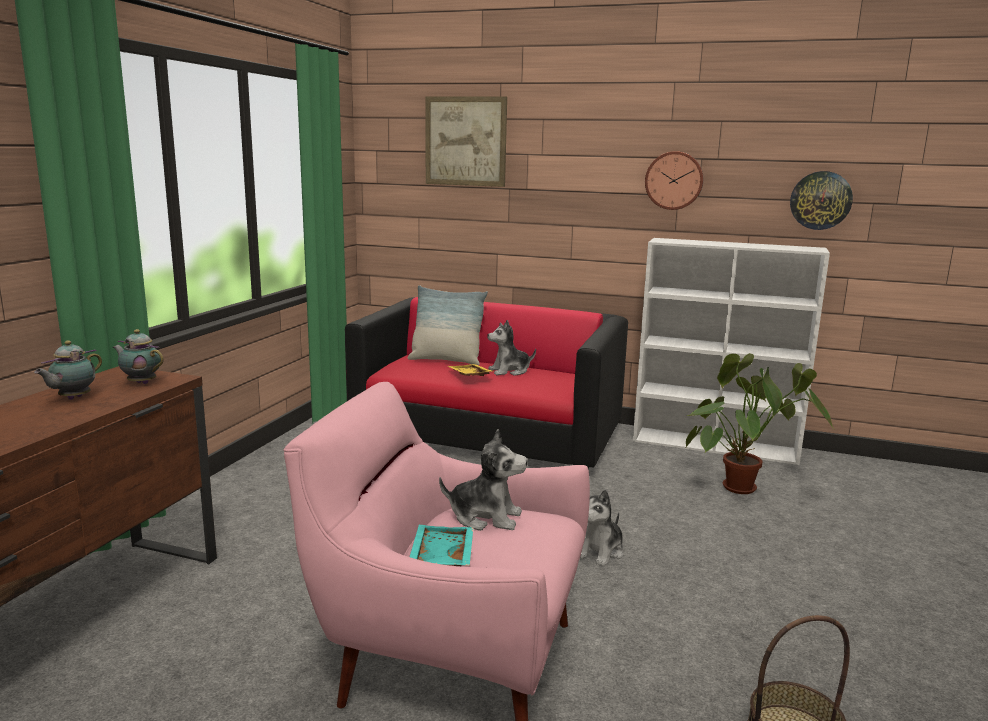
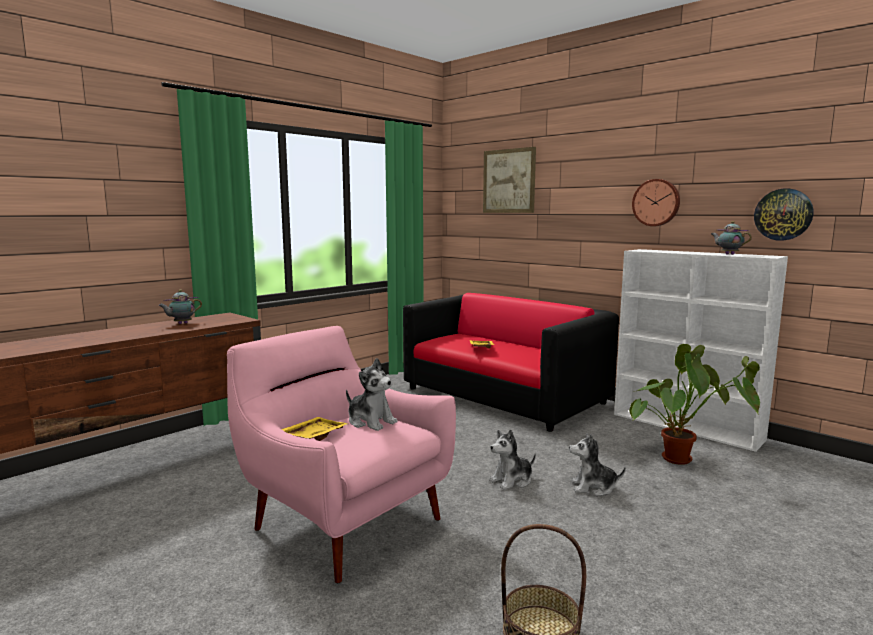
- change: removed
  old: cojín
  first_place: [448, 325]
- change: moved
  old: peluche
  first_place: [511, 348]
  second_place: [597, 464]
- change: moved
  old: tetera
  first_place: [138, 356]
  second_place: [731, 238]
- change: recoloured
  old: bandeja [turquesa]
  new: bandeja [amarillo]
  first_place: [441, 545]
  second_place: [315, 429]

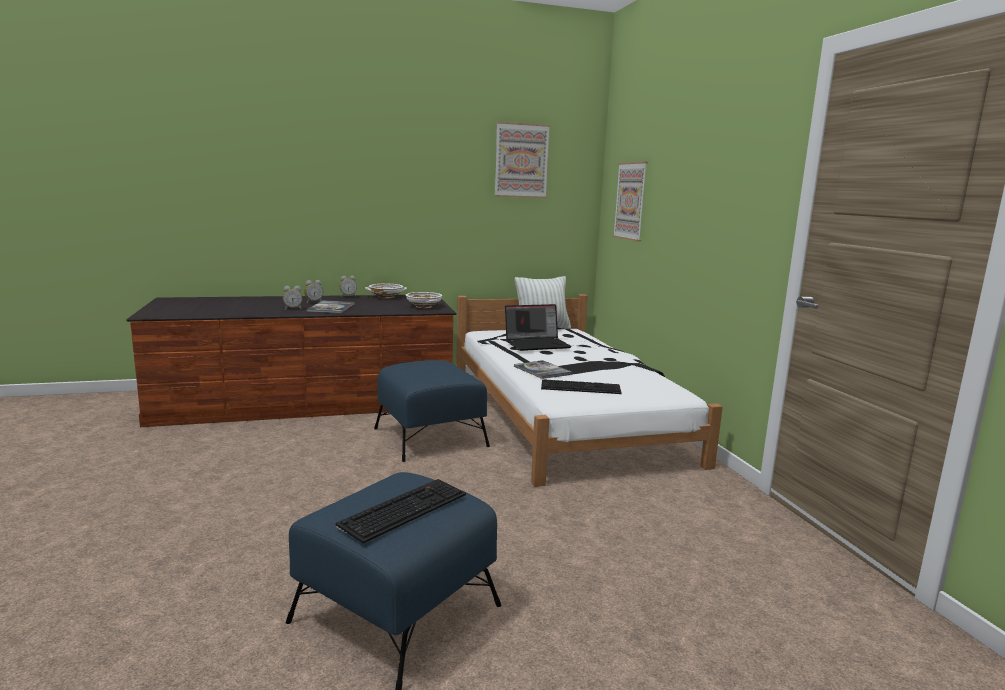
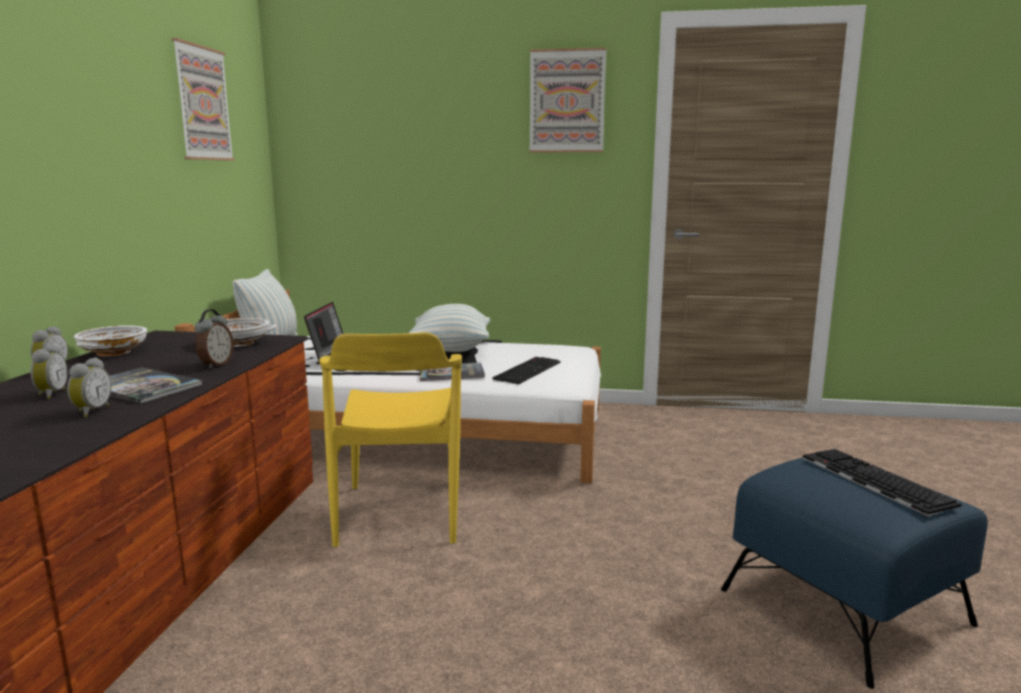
- change: moved
  old: cuadro
  first_place: [630, 201]
  second_place: [568, 100]
- change: replaced
  old: puf [azul]
  new: silla [amarillo]
  first_place: [432, 411]
  second_place: [390, 439]
- change: added
  new: cojín
  second_place: [449, 328]
- change: added
  new: despertador
  second_place: [214, 339]

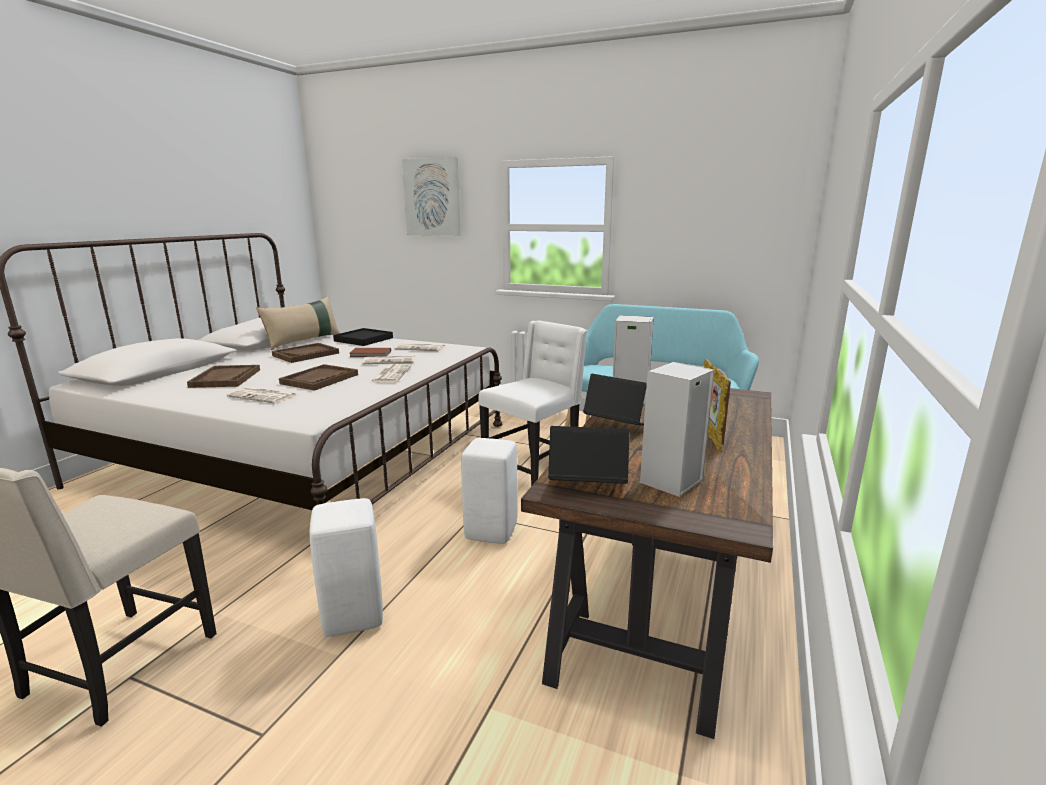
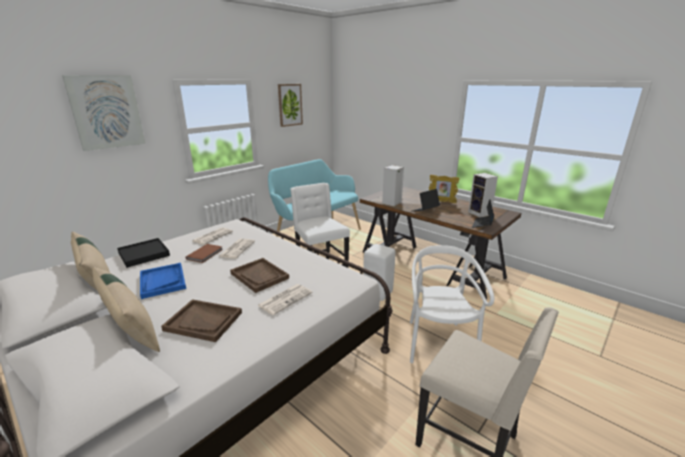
- change: recoloured
  old: bandeja [marrón]
  new: bandeja [azul]
  first_place: [305, 353]
  second_place: [163, 281]
- change: removed
  old: periódico
  first_place: [390, 373]
- change: replaced
  old: taburete [blanco]
  new: silla [blanco]
  first_place: [346, 567]
  second_place: [452, 304]
- change: added
  new: cuadro
  second_place: [290, 105]
- change: added
  new: cojín [beis]
  second_place: [126, 309]

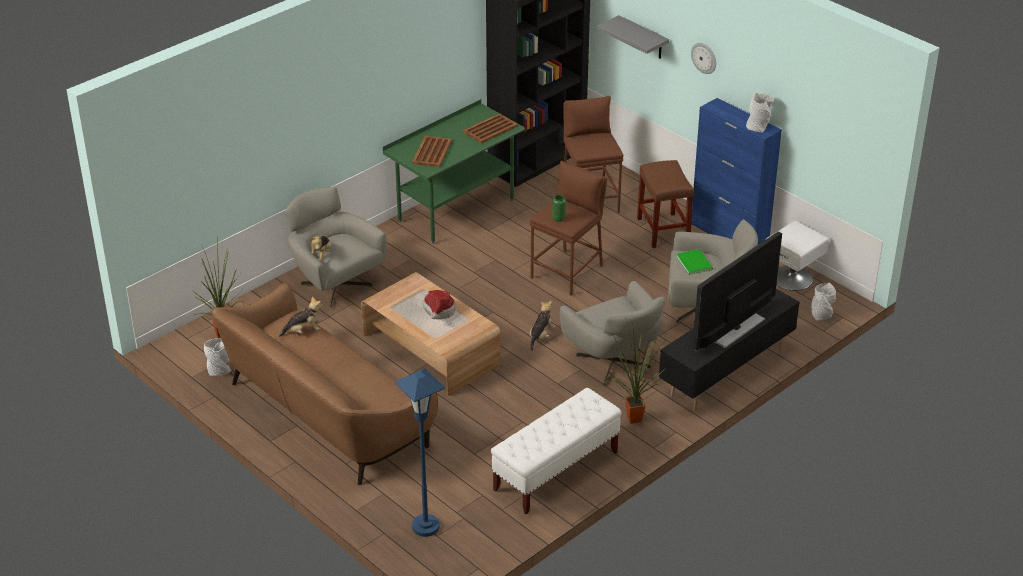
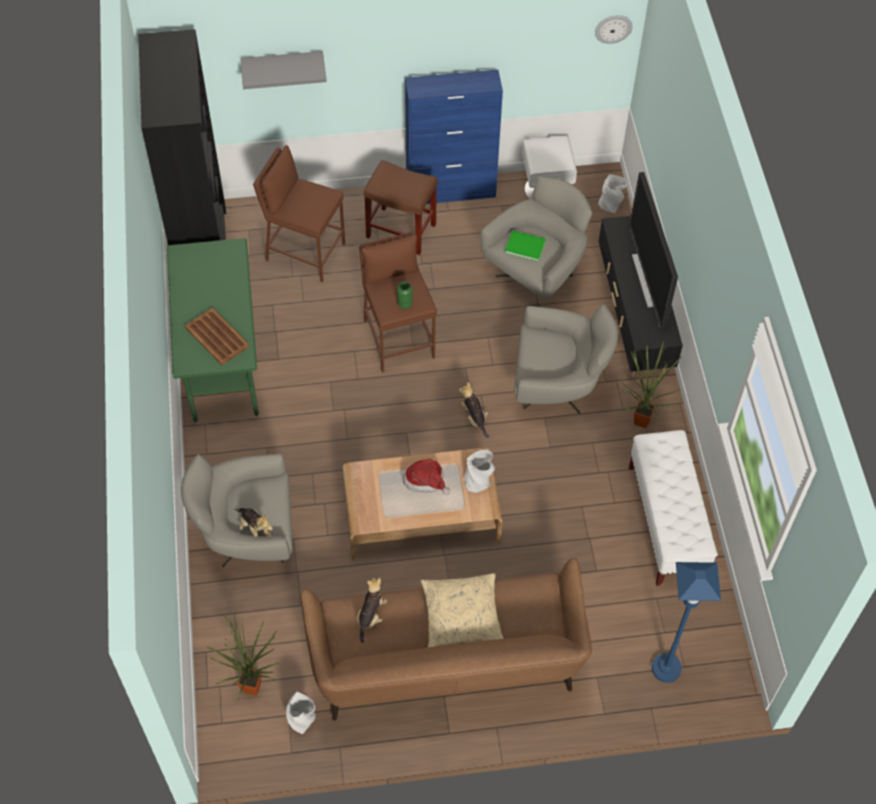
- change: moved
  old: reloj de pared
  first_place: [703, 58]
  second_place: [614, 29]
- change: moved
  old: florero [gris]
  first_place: [760, 113]
  second_place: [480, 471]
- change: removed
  old: bandeja [marrón]
  first_place: [490, 128]
- change: added
  new: cojín [beis]
  second_place: [462, 610]

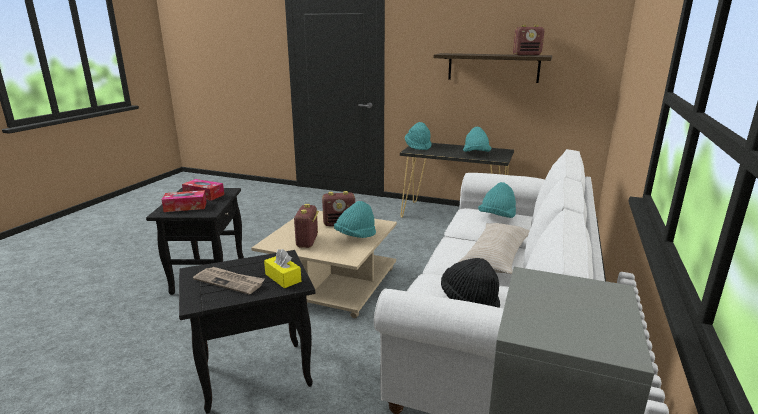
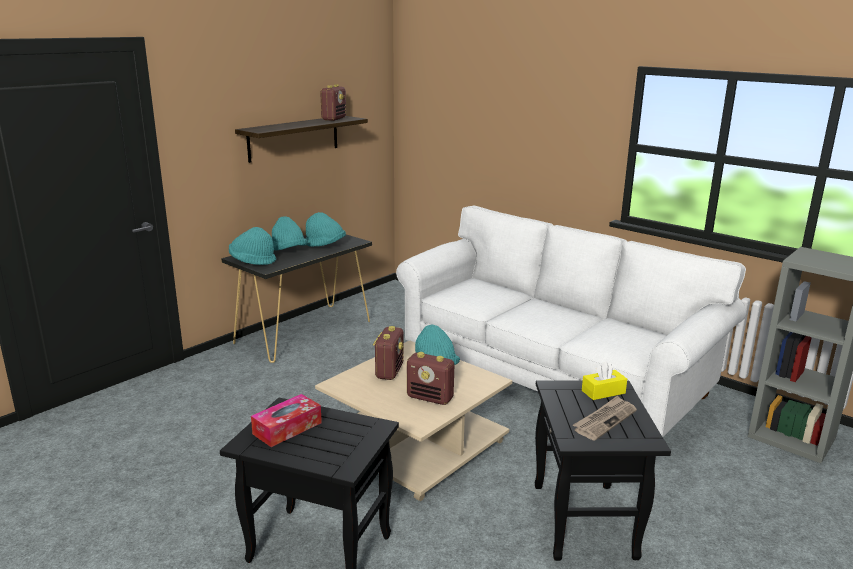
- change: moved
  old: sombrero [turquesa]
  first_place: [497, 200]
  second_place: [290, 233]
- change: removed
  old: caja de pañuelos
  first_place: [184, 201]
- change: removed
  old: cojín [beis]
  first_place: [494, 248]
- change: removed
  old: sombrero [negro]
  first_place: [470, 283]

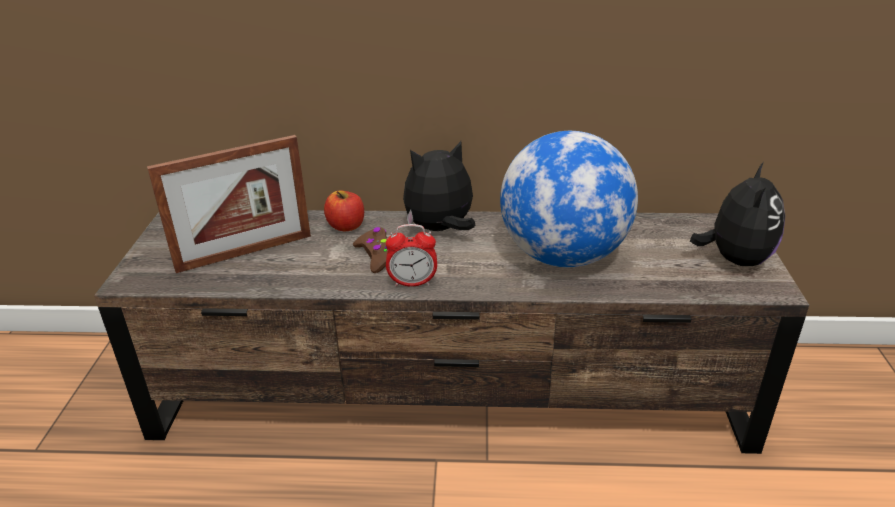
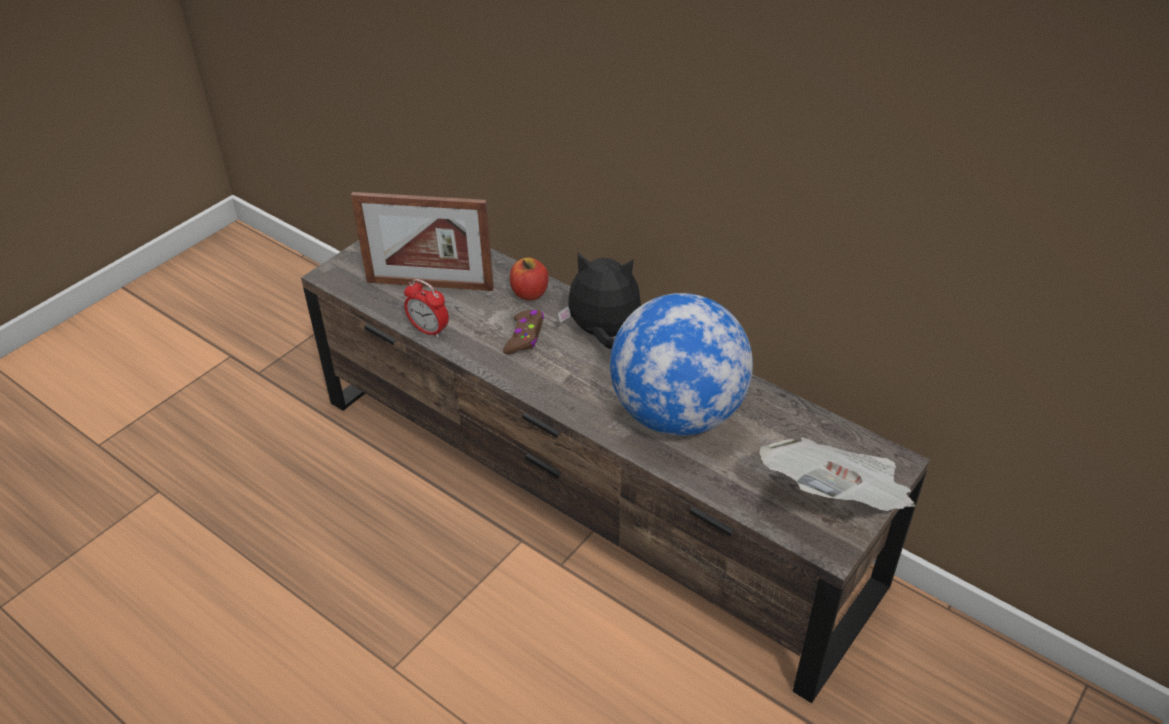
- change: replaced
  old: peluche
  new: periódico
  first_place: [737, 214]
  second_place: [837, 474]
- change: moved
  old: despertador
  first_place: [411, 255]
  second_place: [426, 308]

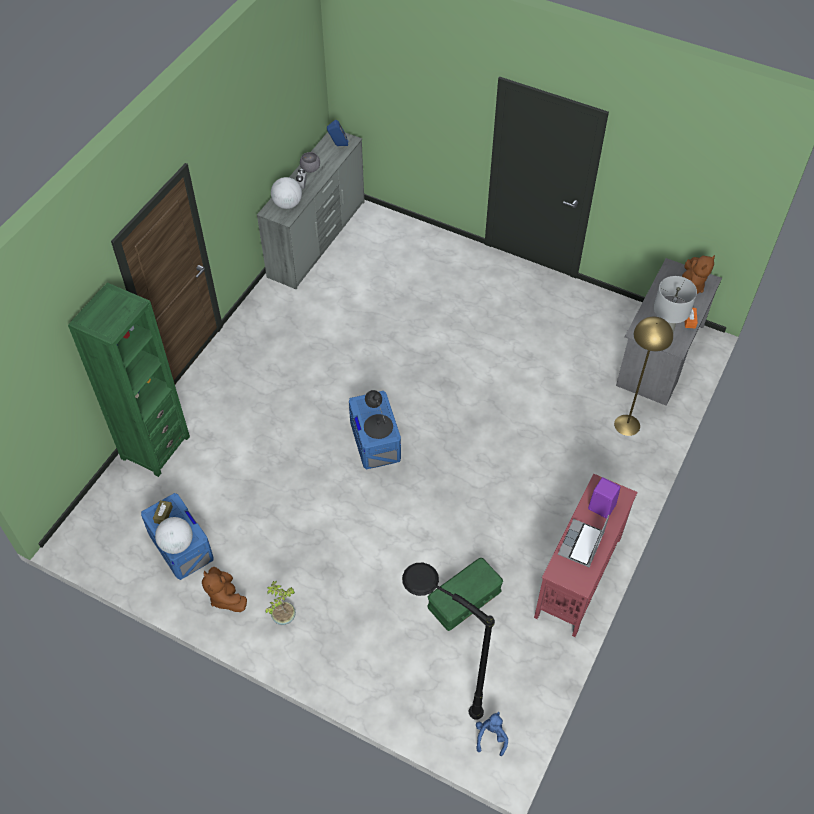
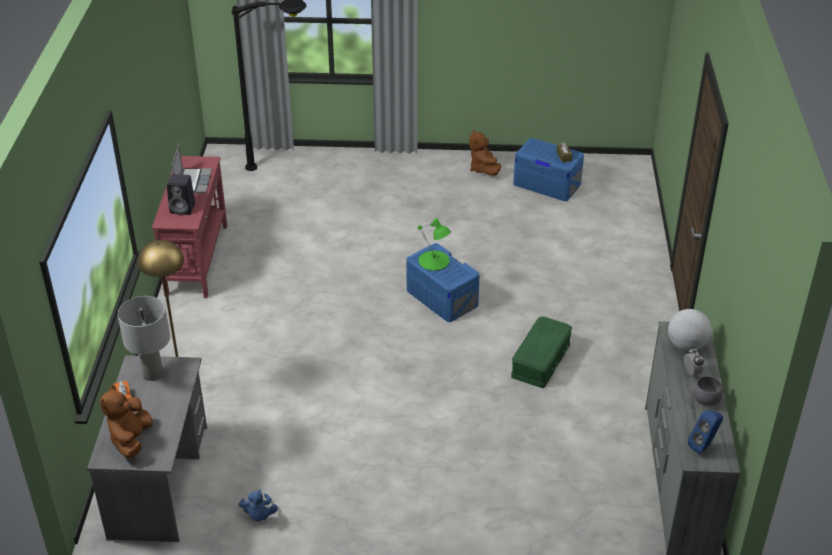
- change: removed
  old: estantería [verde]
  first_place: [129, 380]
- change: recoloured
  old: lámpara de mesa [negro]
  new: lámpara de mesa [verde]
  first_place: [378, 414]
  second_place: [434, 244]
- change: recoloured
  old: altavoz [morado]
  new: altavoz [negro]
  first_place: [604, 498]
  second_place: [181, 194]
- change: removed
  old: globo terráqueo
  first_place: [174, 535]
- change: moved
  old: caja de almacenaje [verde]
  first_place: [465, 594]
  second_place: [541, 352]
- change: turned
  old: peluche [marrón]
  first_place: [224, 589]
  second_place: [485, 153]
  degrees: -135
- change: removed
  old: planta en maceta
  first_place: [280, 603]
- change: moved
  old: peluche [azul]
  first_place: [492, 734]
  second_place: [258, 505]

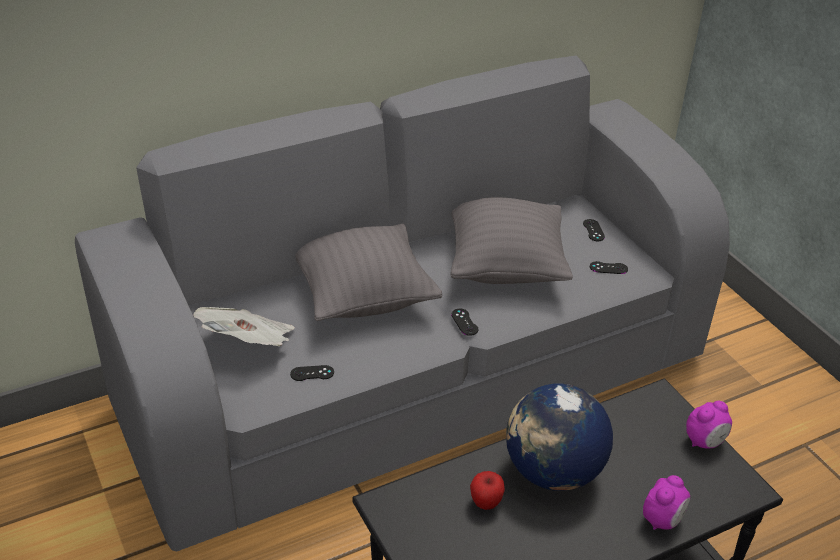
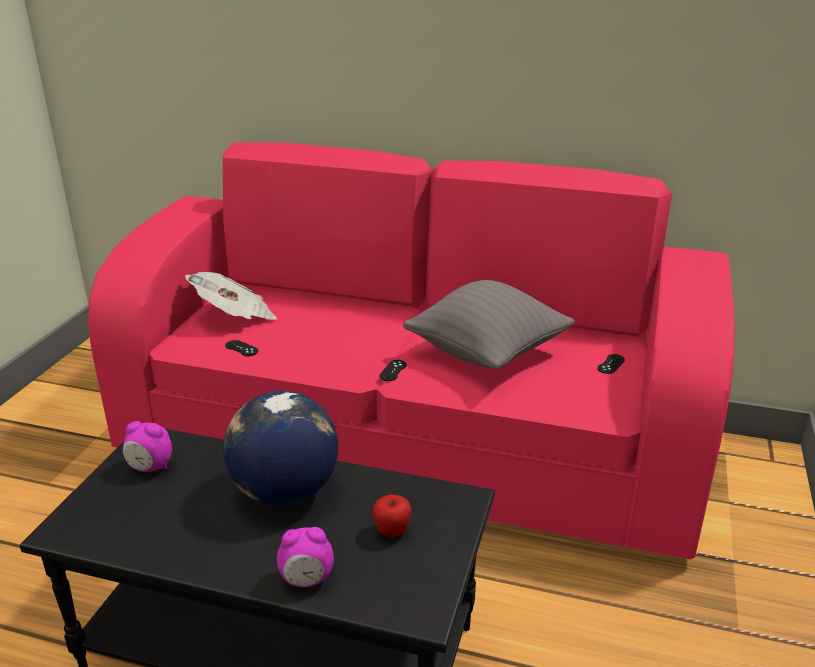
- change: recoloured
  old: sofá [gris]
  new: sofá [rosa]
  first_place: [402, 304]
  second_place: [411, 351]
- change: removed
  old: cojín [gris]
  first_place: [368, 272]
- change: removed
  old: mando de consola [negro]
  first_place: [609, 267]
- change: moved
  old: despertador
  first_place: [709, 425]
  second_place: [147, 446]
- change: moved
  old: manzana
  first_place: [487, 490]
  second_place: [392, 516]

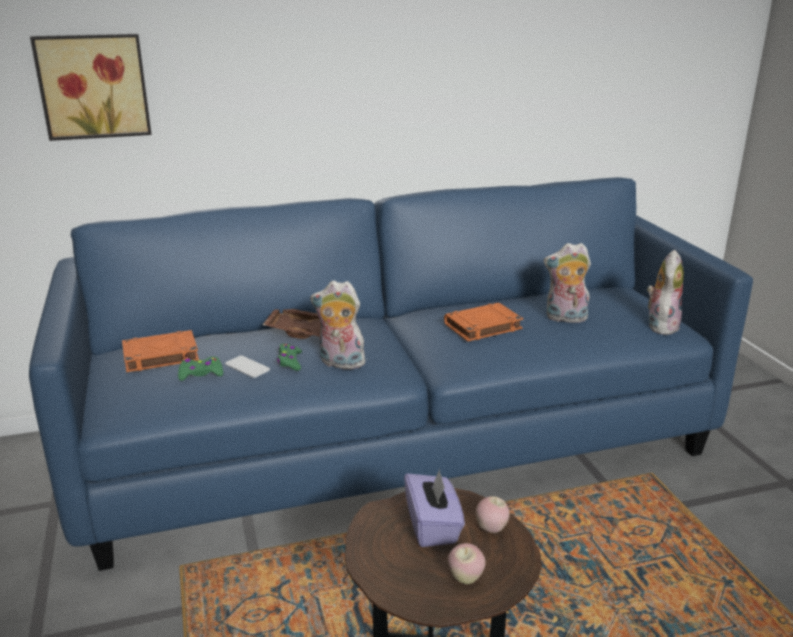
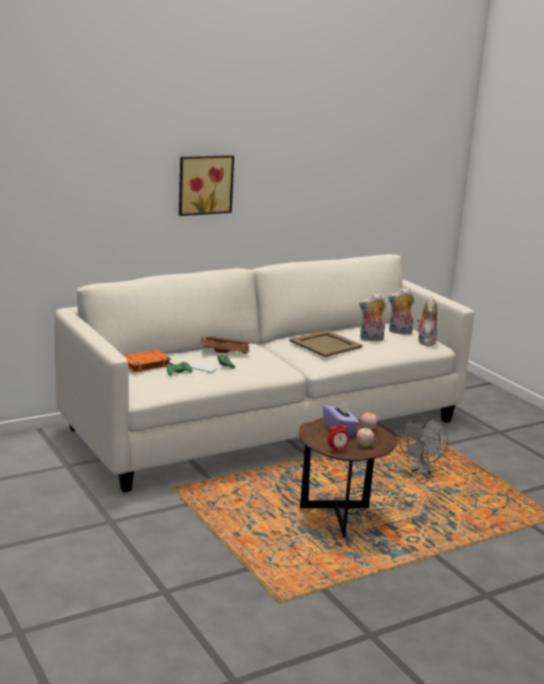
- change: moved
  old: cuadro
  first_place: [90, 87]
  second_place: [206, 185]
- change: recoloured
  old: sofá [azul]
  new: sofá [blanco]
  first_place: [391, 374]
  second_place: [264, 373]
- change: moved
  old: peluche
  first_place: [338, 325]
  second_place: [401, 311]
- change: replaced
  old: libro [naranja]
  new: bandeja [beis]
  first_place: [483, 322]
  second_place: [326, 343]
- change: added
  new: ventilador [gris]
  second_place: [423, 446]
- change: added
  new: despertador
  second_place: [338, 436]

